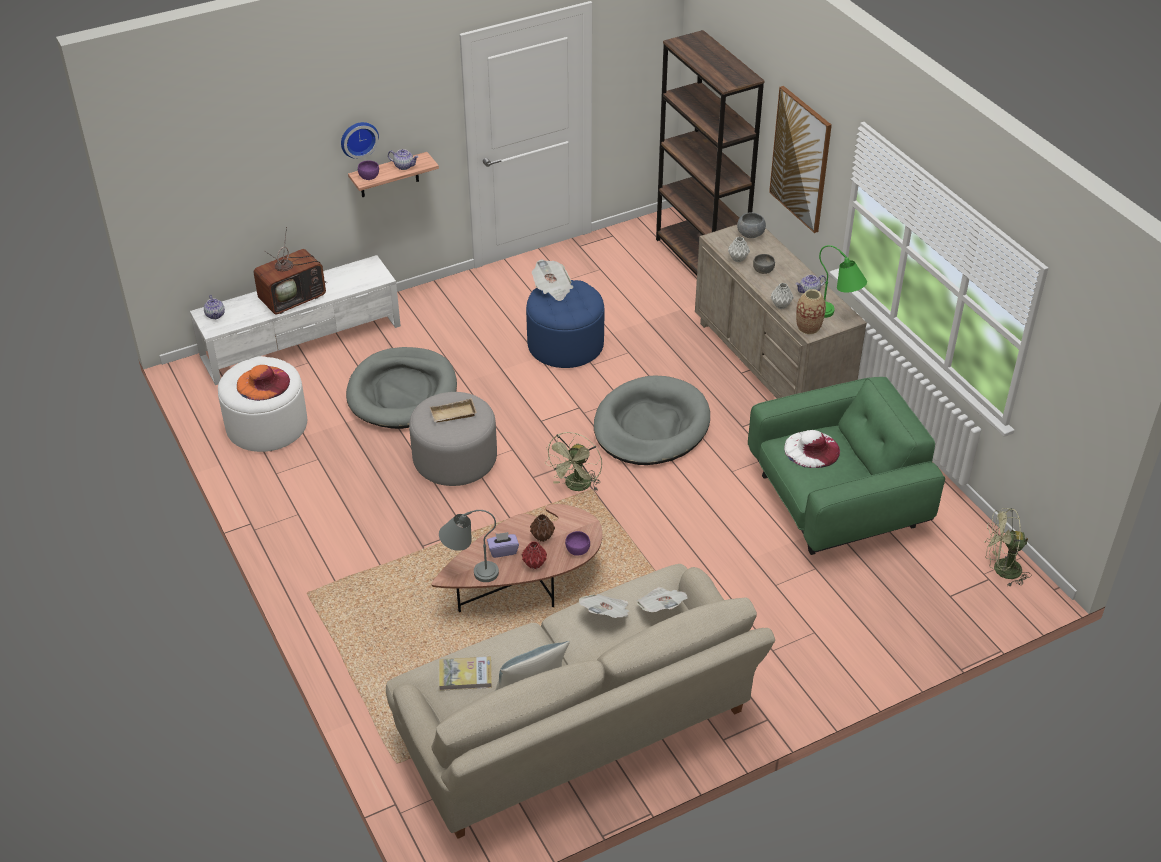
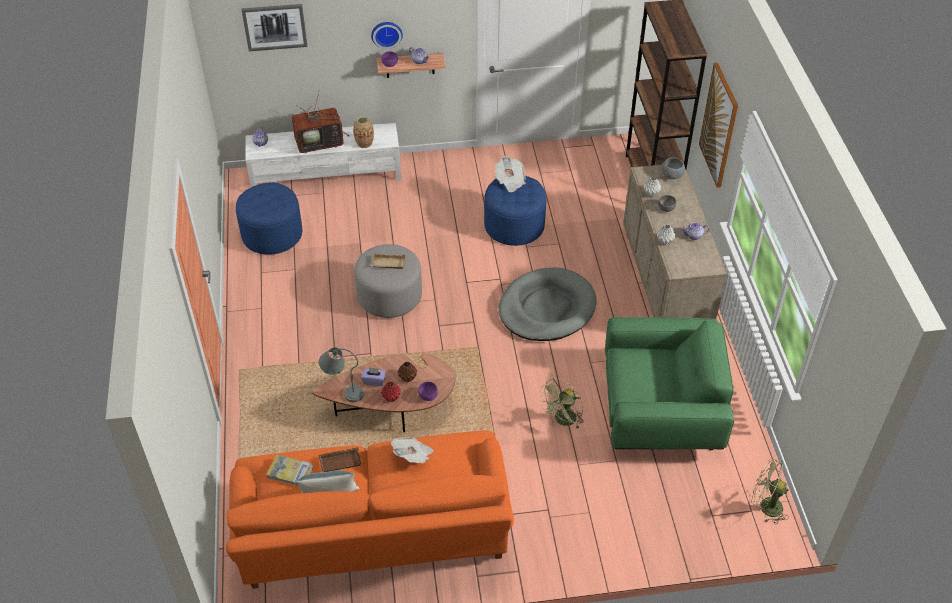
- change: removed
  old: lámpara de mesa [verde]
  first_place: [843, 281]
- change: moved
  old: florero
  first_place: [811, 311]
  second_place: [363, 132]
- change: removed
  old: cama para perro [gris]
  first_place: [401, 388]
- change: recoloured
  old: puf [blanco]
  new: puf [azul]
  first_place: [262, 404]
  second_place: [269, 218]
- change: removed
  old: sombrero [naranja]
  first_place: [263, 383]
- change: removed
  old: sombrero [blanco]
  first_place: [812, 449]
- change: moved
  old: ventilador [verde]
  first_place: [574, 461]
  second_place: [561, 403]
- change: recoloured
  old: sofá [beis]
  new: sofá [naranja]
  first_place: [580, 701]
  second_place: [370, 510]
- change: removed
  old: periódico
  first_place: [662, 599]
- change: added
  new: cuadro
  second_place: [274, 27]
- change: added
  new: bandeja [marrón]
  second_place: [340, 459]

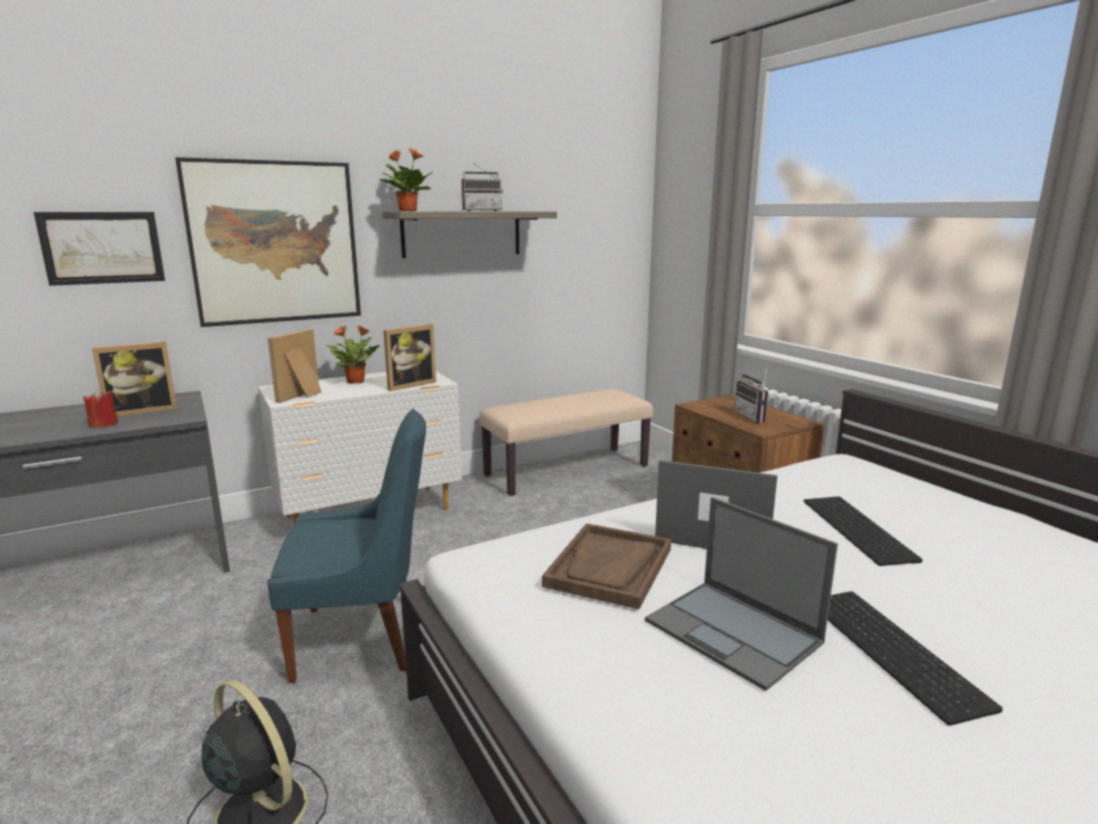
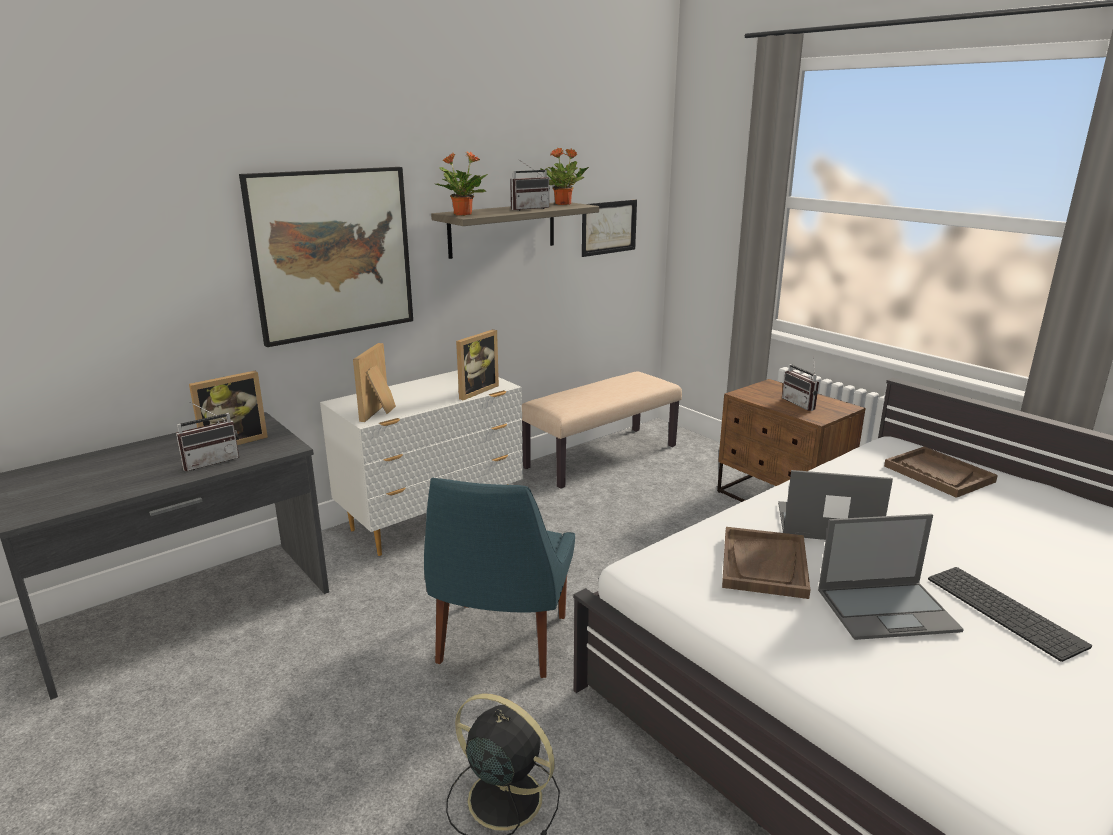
- change: moved
  old: cuadro
  first_place: [99, 249]
  second_place: [609, 228]
- change: moved
  old: planta en maceta
  first_place: [352, 354]
  second_place: [564, 176]
- change: replaced
  old: vela [rojo]
  new: radio
  first_place: [101, 408]
  second_place: [207, 436]
- change: turned
  old: silla [azul]
  first_place: [346, 546]
  second_place: [499, 578]
  degrees: 120
- change: removed
  old: teclado
  first_place: [863, 531]
- change: turned
  old: portátil
  first_place: [741, 594]
  second_place: [891, 577]
  degrees: -45
- change: added
  new: bandeja [marrón]
  second_place: [941, 472]

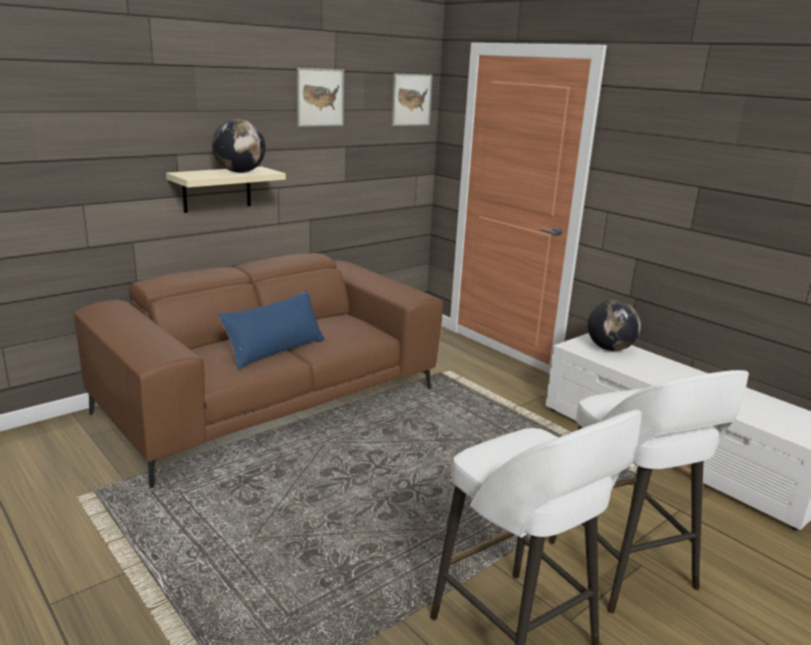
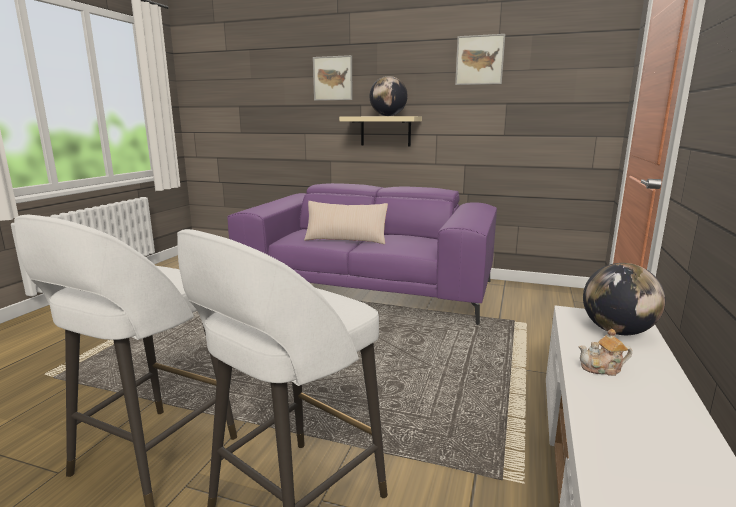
- change: moved
  old: cuadro
  first_place: [412, 99]
  second_place: [333, 78]
- change: recoloured
  old: sofá [marrón]
  new: sofá [morado]
  first_place: [258, 370]
  second_place: [362, 254]
- change: recoloured
  old: cojín [azul]
  new: cojín [beis]
  first_place: [271, 330]
  second_place: [346, 222]
- change: added
  new: tetera
  second_place: [605, 352]

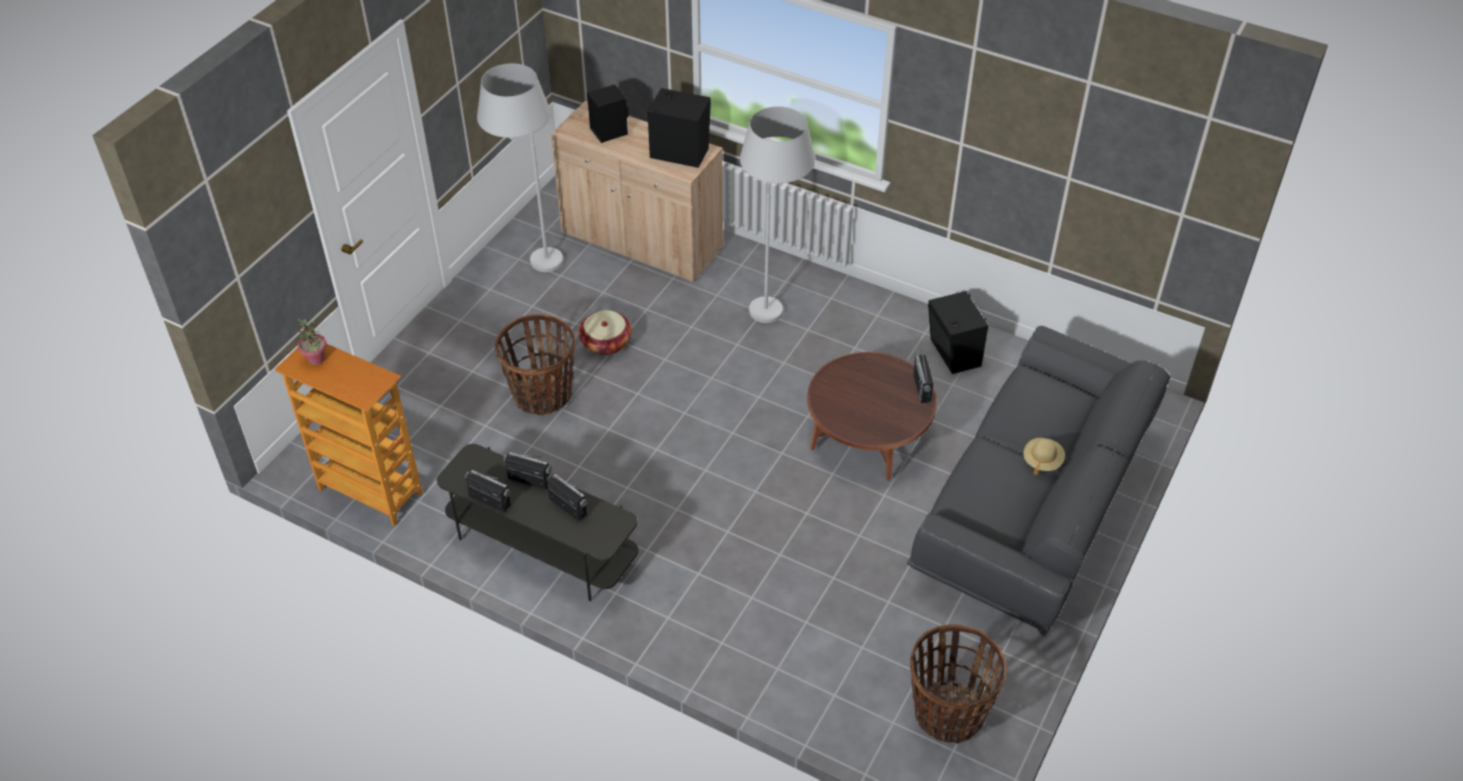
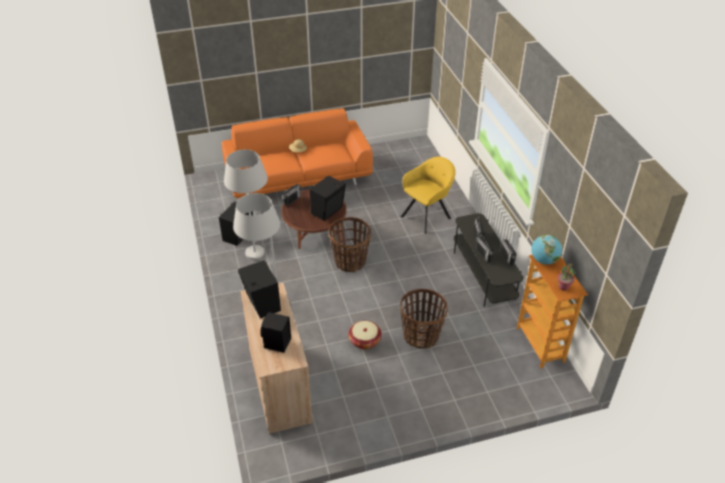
- change: moved
  old: lámpara de pie [blanco]
  first_place: [520, 168]
  second_place: [246, 204]
- change: recoloured
  old: sofá [gris]
  new: sofá [naranja]
  first_place: [1038, 480]
  second_place: [297, 153]
- change: moved
  old: cesta
  first_place: [958, 684]
  second_place: [349, 244]
- change: added
  new: sillón [amarillo]
  second_place: [428, 195]
- change: added
  new: altavoz [negro]
  second_place: [328, 198]
- change: added
  new: globo terráqueo
  second_place: [546, 249]

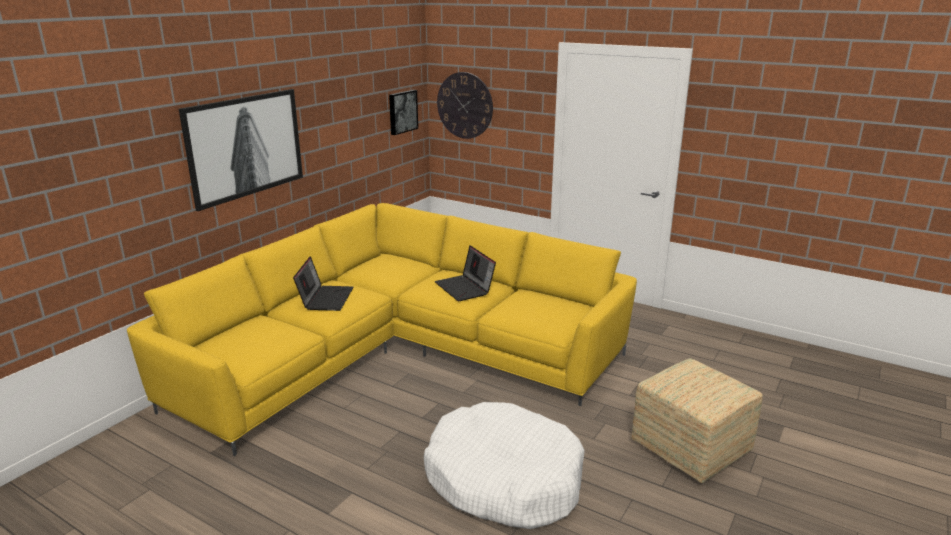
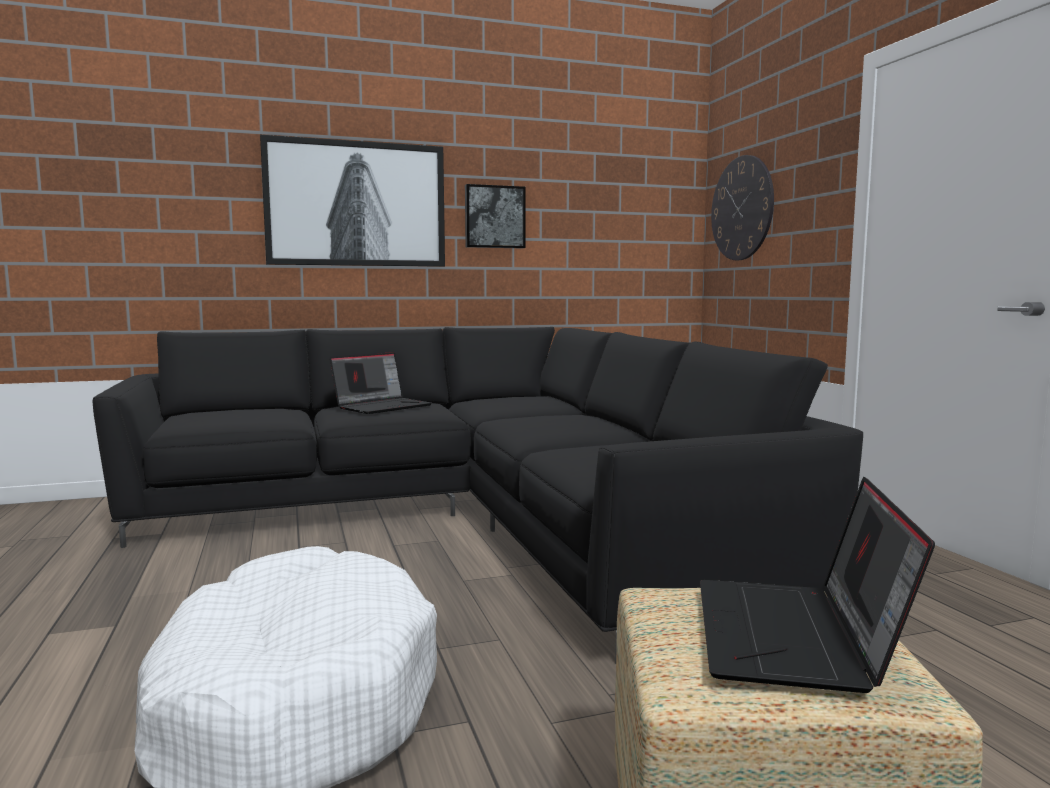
- change: moved
  old: cuadro
  first_place: [403, 112]
  second_place: [495, 216]
- change: recoloured
  old: sofá [amarillo]
  new: sofá [negro]
  first_place: [382, 329]
  second_place: [477, 495]
- change: moved
  old: portátil
  first_place: [465, 273]
  second_place: [817, 585]

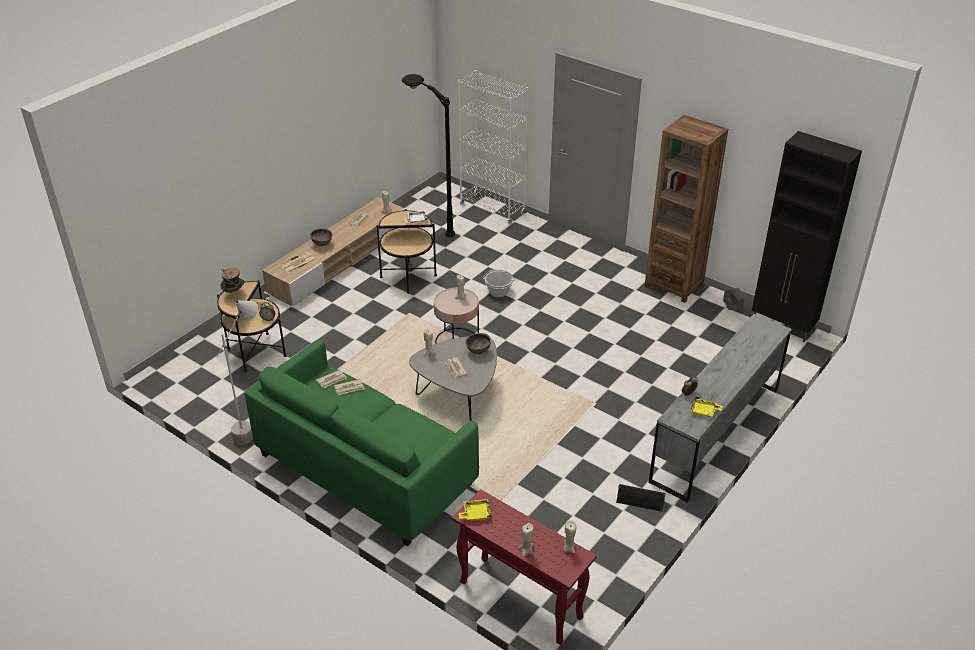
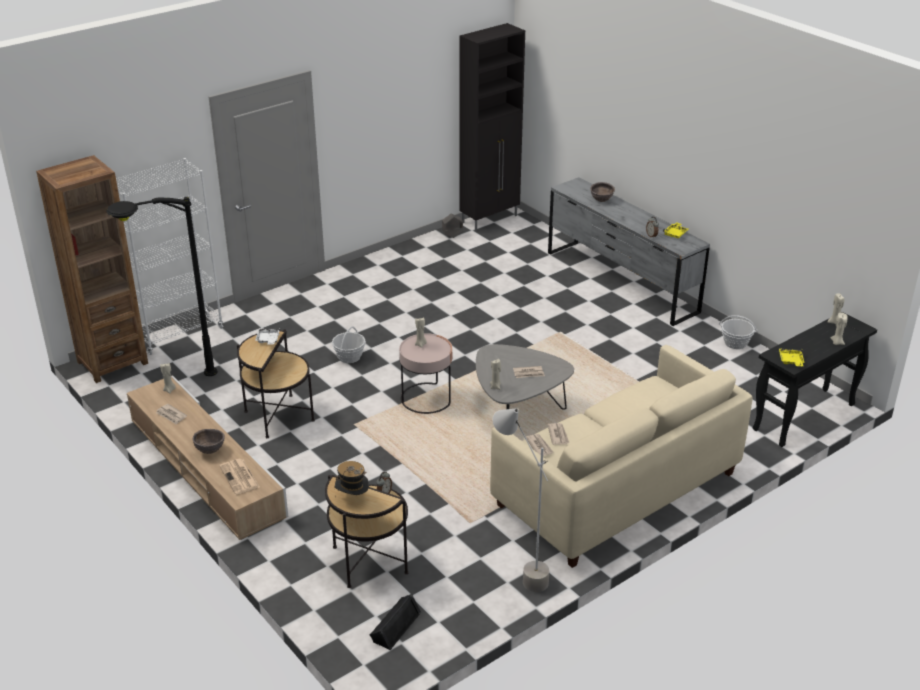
- change: moved
  old: estantería [marrón]
  first_place: [686, 209]
  second_place: [92, 269]
- change: moved
  old: cuenco [marrón]
  first_place: [478, 343]
  second_place: [602, 192]
- change: recoloured
  old: sofá [verde]
  new: sofá [beis]
  first_place: [361, 442]
  second_place: [621, 456]
- change: moved
  old: altavoz [negro]
  first_place: [641, 498]
  second_place: [395, 622]
- change: recoloured
  old: mesa consola [rojo]
  new: mesa consola [negro]
  first_place: [524, 567]
  second_place: [815, 379]
- change: added
  new: cesta
  second_place: [738, 332]

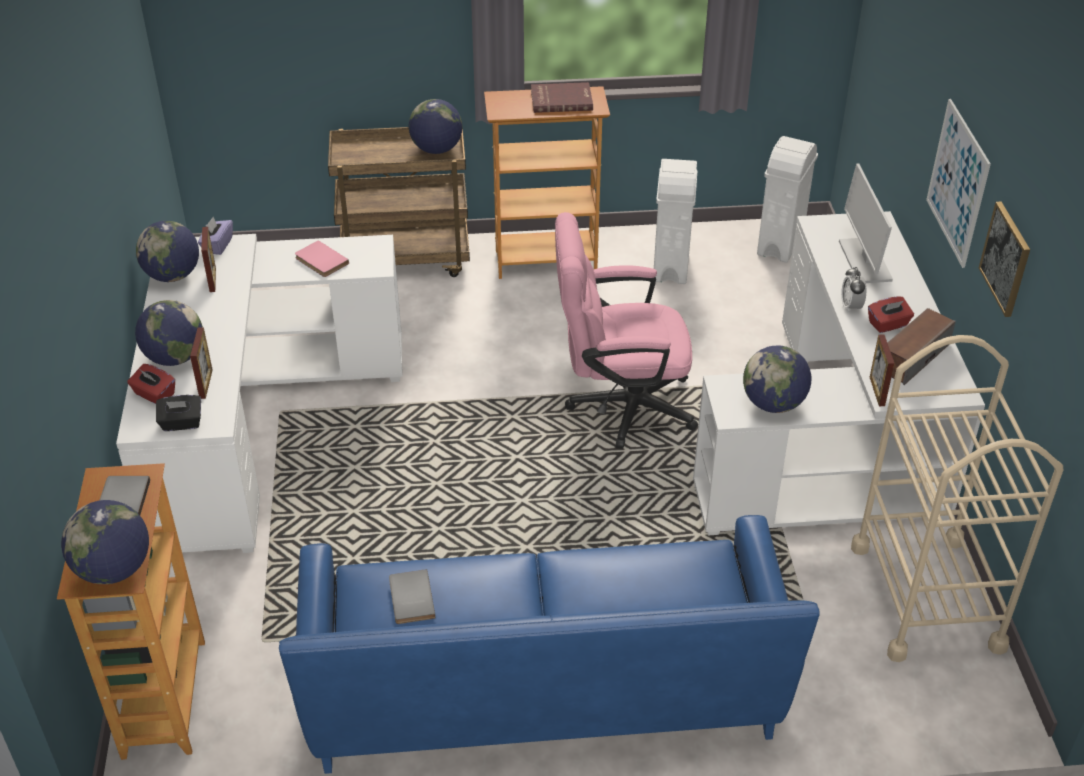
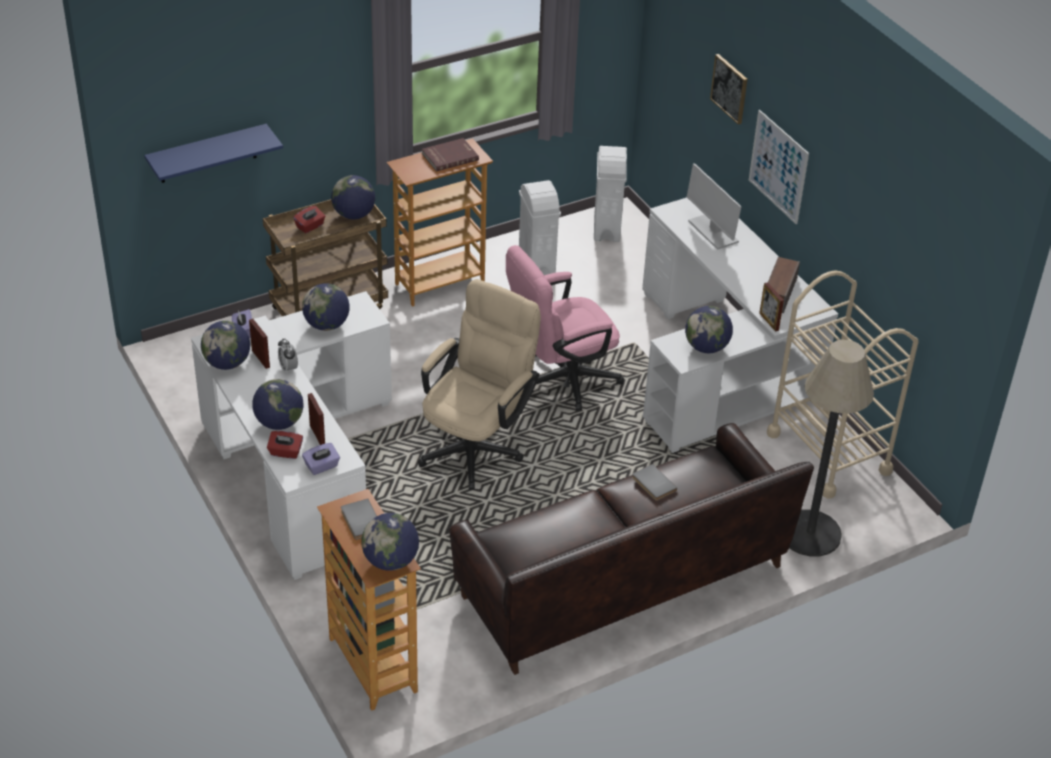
- change: moved
  old: cuadro
  first_place: [1004, 259]
  second_place: [728, 89]
- change: replaced
  old: libro [rosa]
  new: globo terráqueo
  first_place: [322, 258]
  second_place: [326, 307]
- change: moved
  old: despertador
  first_place: [853, 290]
  second_place: [288, 356]
- change: moved
  old: caja de pañuelos [rojo]
  first_place: [891, 314]
  second_place: [309, 219]
- change: recoloured
  old: caja de pañuelos [negro]
  new: caja de pañuelos [morado]
  first_place: [178, 413]
  second_place: [321, 459]
- change: recoloured
  old: sofá [azul]
  new: sofá [marrón]
  first_place: [549, 644]
  second_place: [631, 549]
- change: moved
  old: libro [gris]
  first_place: [412, 596]
  second_place: [654, 482]
- change: added
  new: estante [azul]
  second_place: [213, 153]
- change: added
  new: silla de oficina [beis]
  second_place: [479, 384]
- change: added
  new: lámpara de pie
  second_place: [831, 448]

